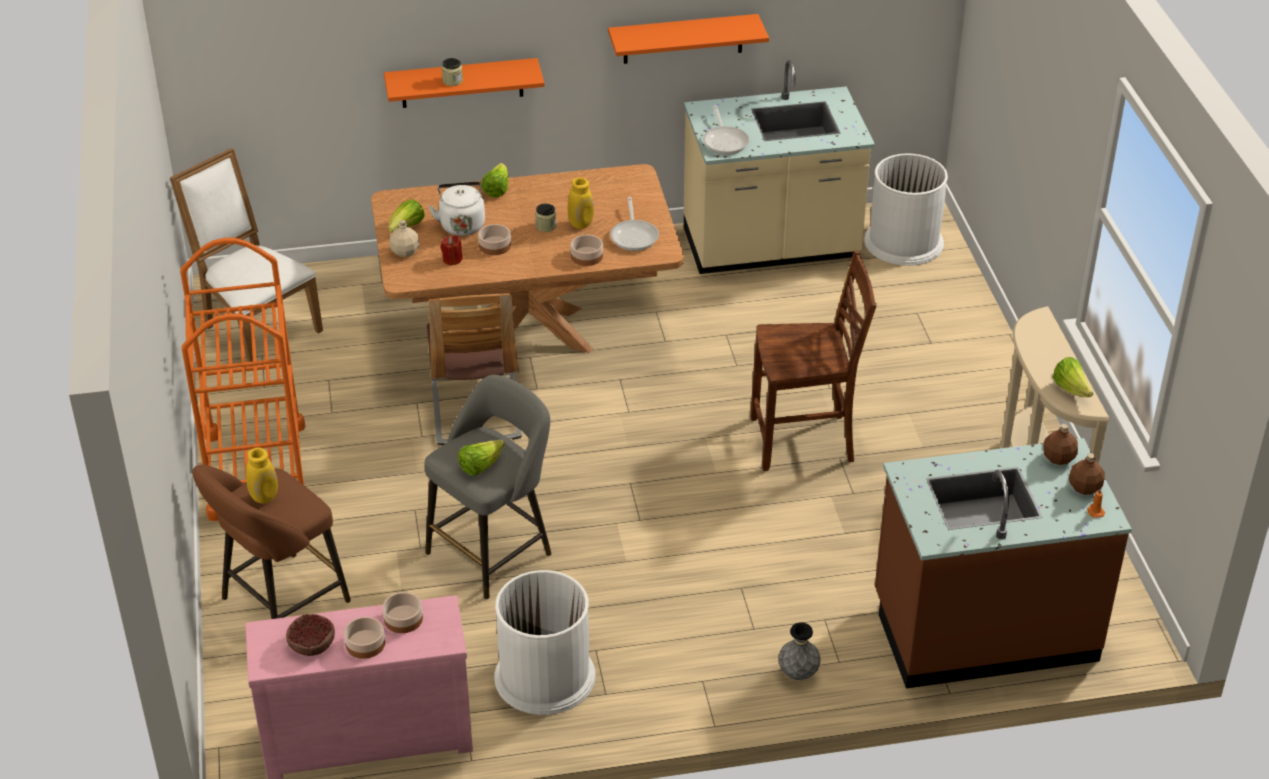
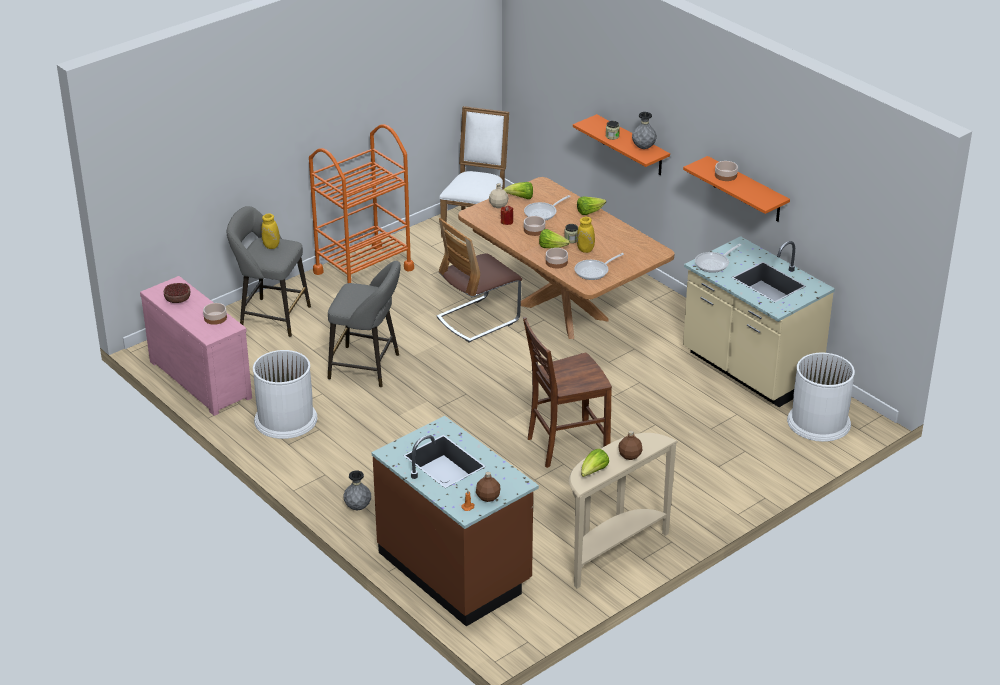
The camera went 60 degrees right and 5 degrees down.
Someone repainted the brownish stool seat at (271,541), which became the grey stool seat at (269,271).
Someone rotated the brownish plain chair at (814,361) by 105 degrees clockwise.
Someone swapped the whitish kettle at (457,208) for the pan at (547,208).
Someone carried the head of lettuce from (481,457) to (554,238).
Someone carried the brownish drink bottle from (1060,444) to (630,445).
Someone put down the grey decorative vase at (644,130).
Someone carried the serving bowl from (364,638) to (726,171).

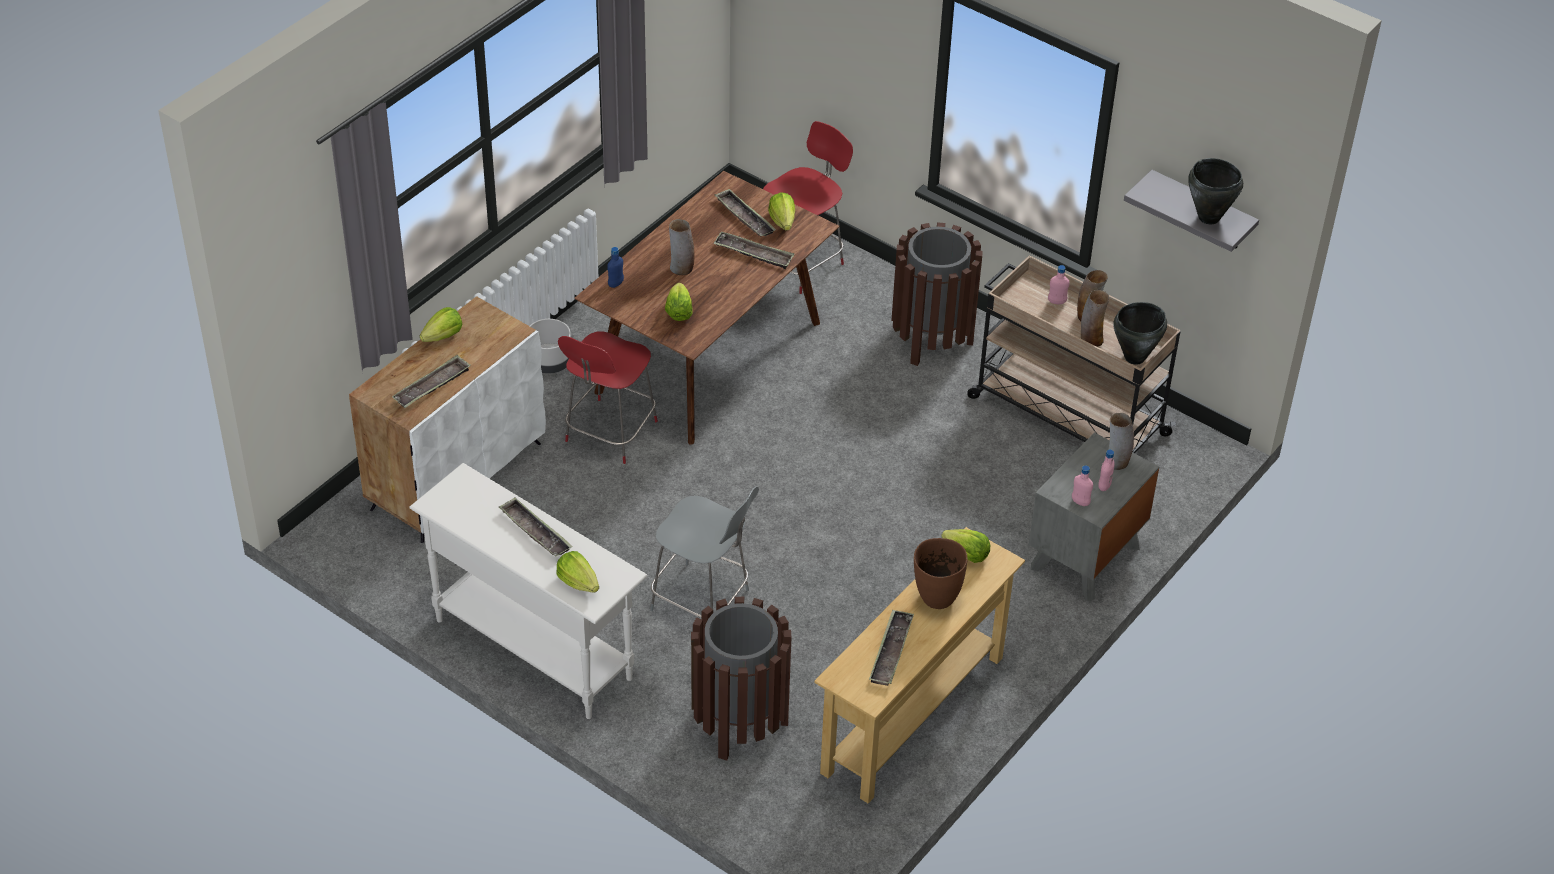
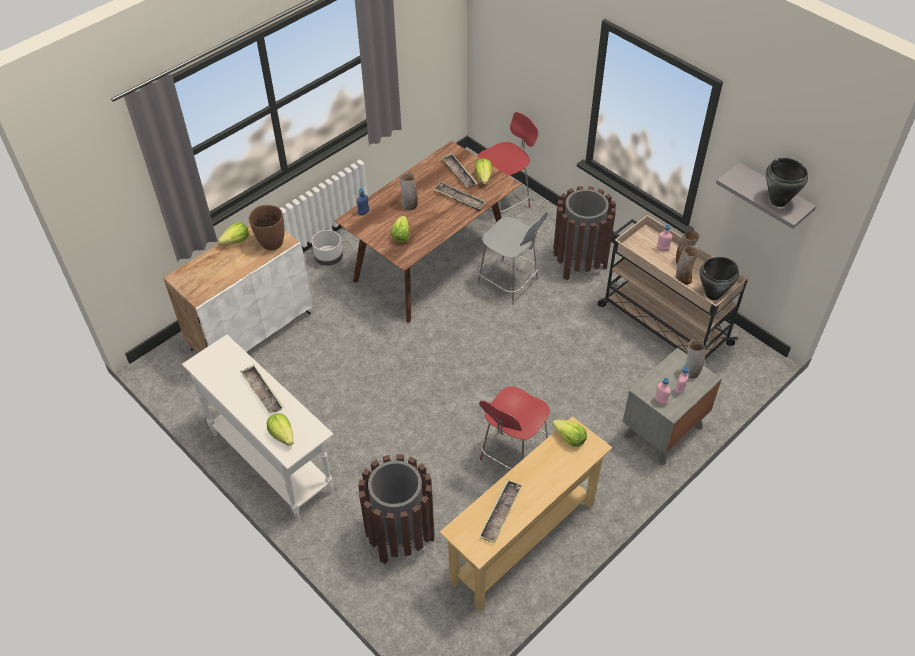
The camera went 10 degrees right and 5 degrees up.
Someone carried the brownish decorative vase from (941,573) to (266,227).
Someone carried the grey plain chair from (704,552) to (512,258).
Someone carried the reddish plain chair from (608,398) to (514,428).
Someone took away the serving tray at (431,381).

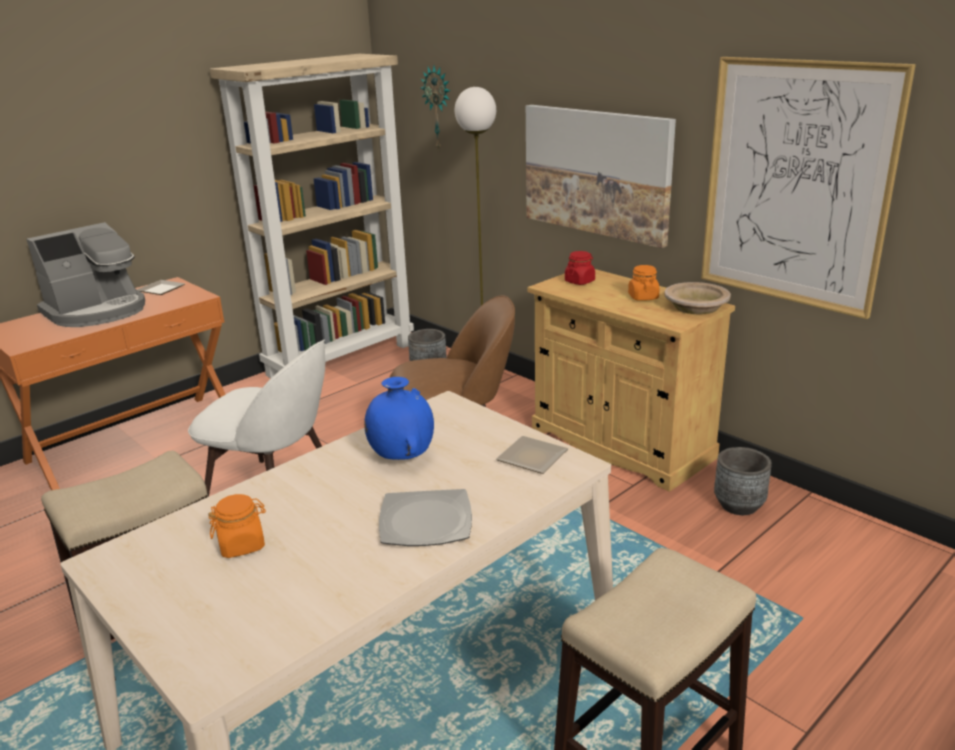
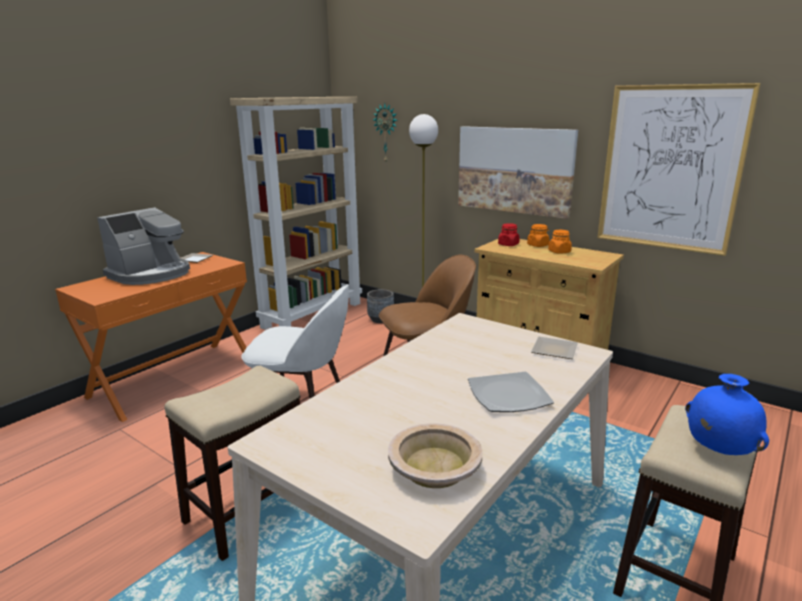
The camera went 10 degrees left and 5 degrees down.
Someone carried the beige-coloured serving bowl from (697,298) to (435,455).
Someone carried the orangey jar from (237,526) to (538,235).
Someone carried the blue decorative vase from (399,418) to (727,414).
Someone took away the grey plant pot at (743,481).

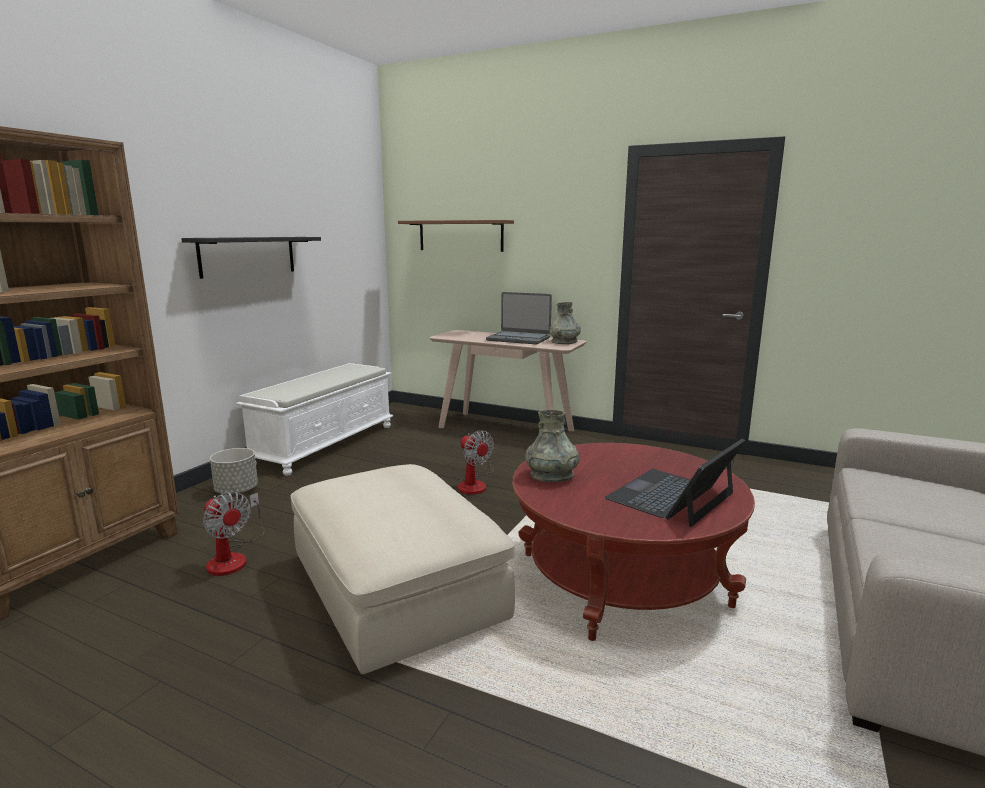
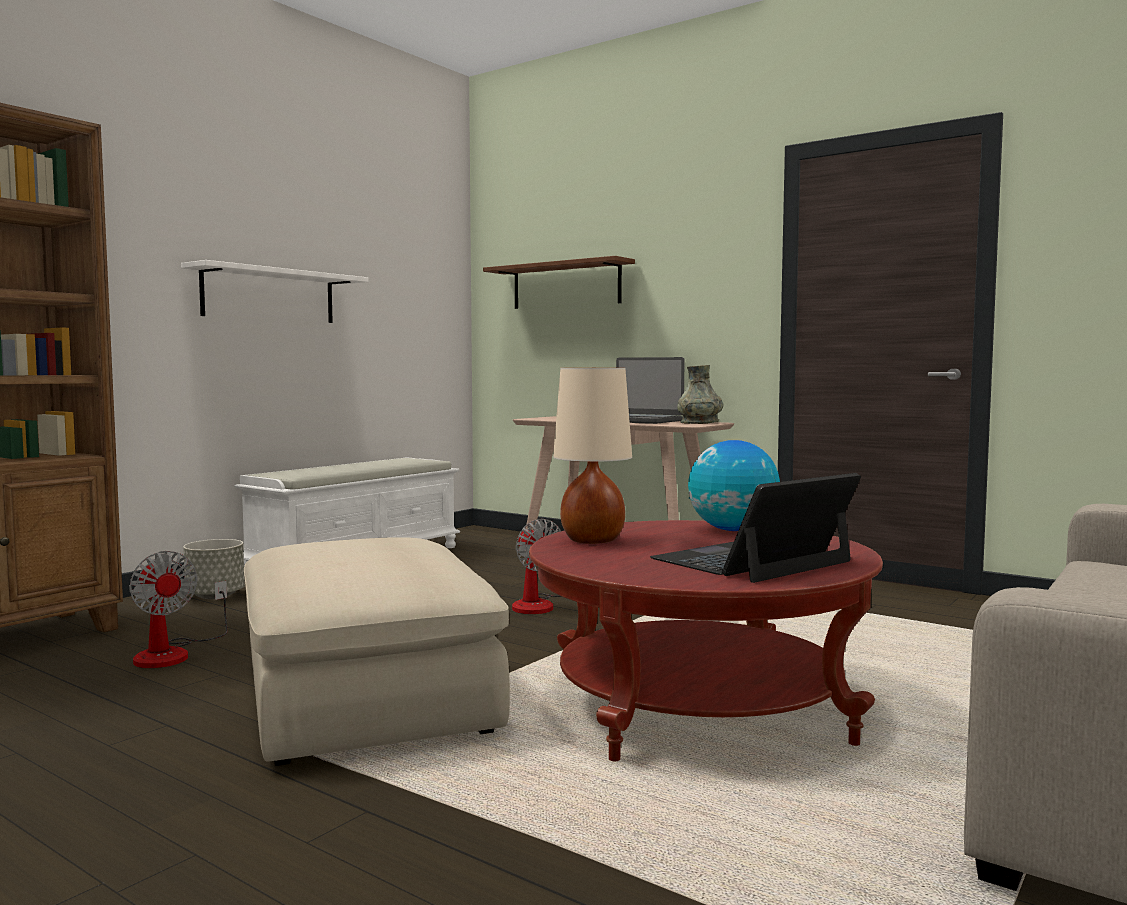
The camera went 10 degrees right and 10 degrees down.
Someone repainted the blackish wall shelf at (251,258), which became the whitish wall shelf at (274,291).
Someone swapped the grey decorative vase at (552,446) for the beige-coloured lamp for a table at (592,456).
Someone put down the desk globe at (734,485).

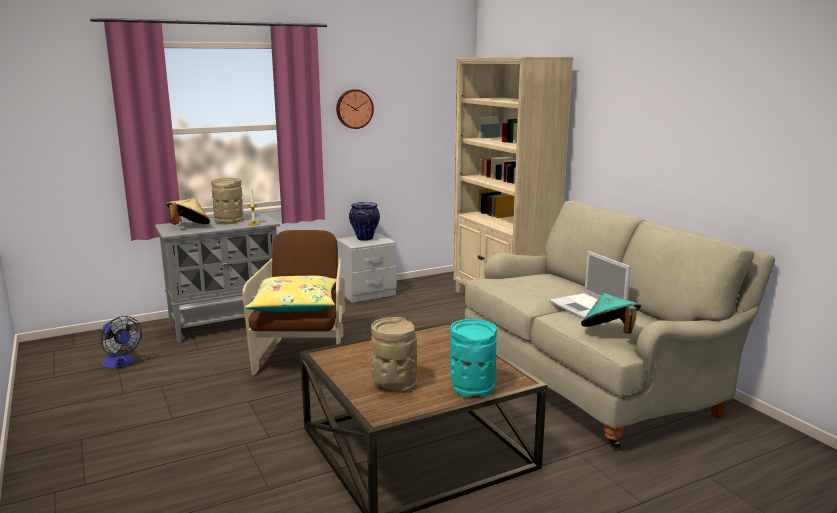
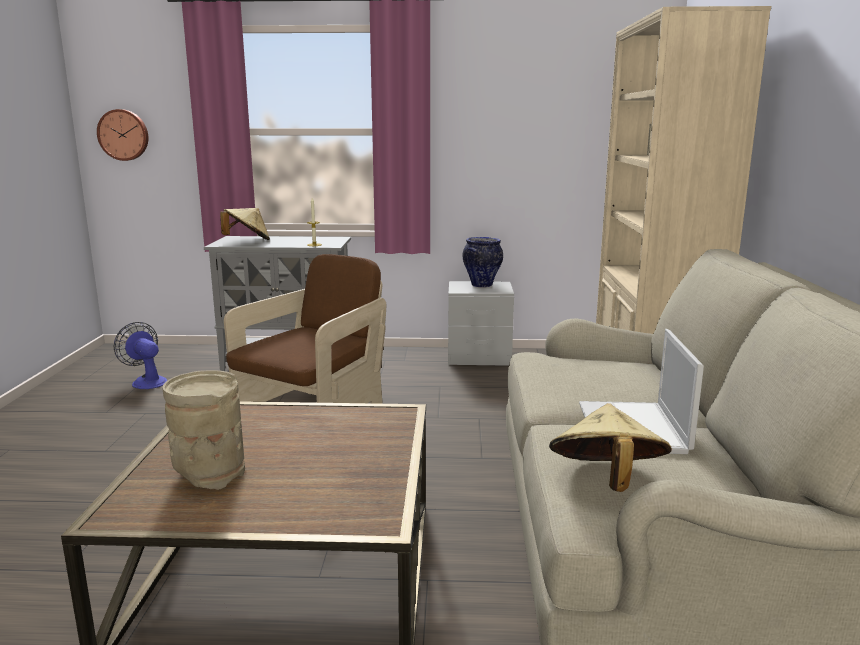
The camera went 30 degrees right and 0 degrees up.
Someone carried the hanging clock from (355,109) to (122,135).
Someone rotated the electric fan at (121,342) by 150 degrees clockwise.
Someone repainted the turquoise-coloured hat at (611,313), which became the beige-coloured hat at (610,447).
Someone took away the beige-coloured decorative vase at (227,201).
Someone took away the yellow pillow at (290,294).
Someone took away the turquoise-coloured decorative vase at (473,358).

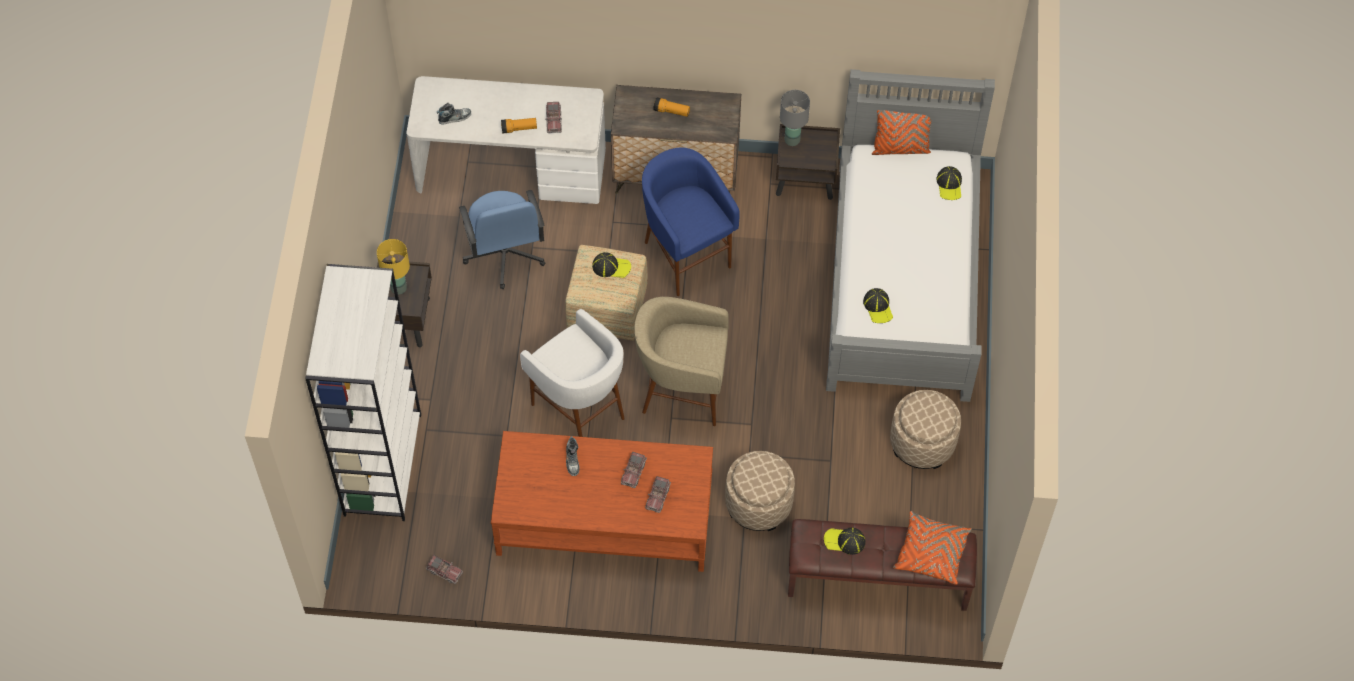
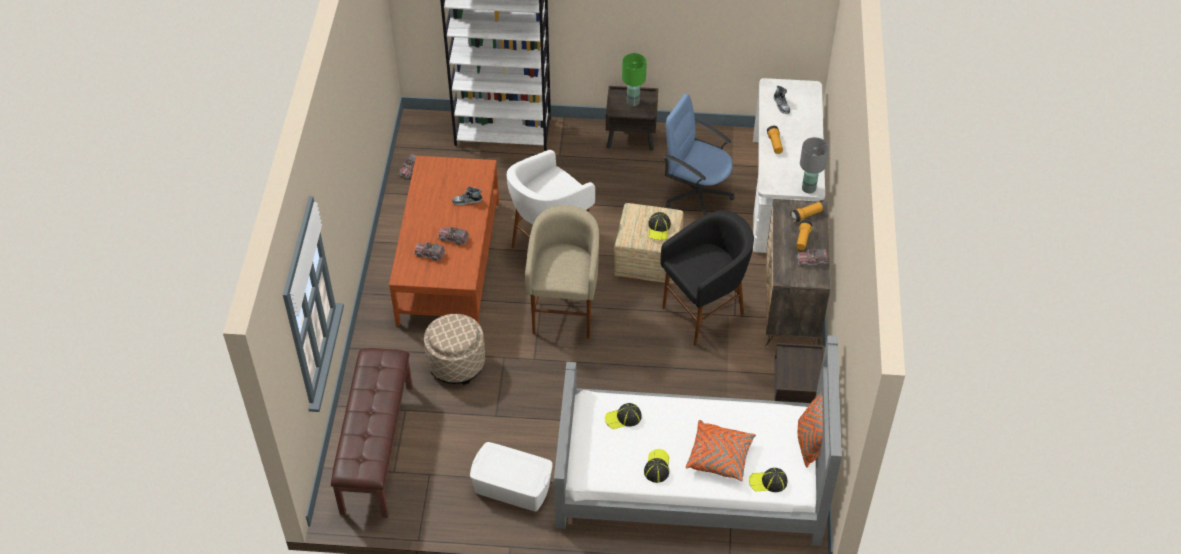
The camera went 90 degrees right and 10 degrees down.
Someone swapped the beige-coloured footrest at (925,429) for the whitish storage container at (511,476).
Someone repainted the yellow lamp for a table at (393,267), which became the greenish lamp for a table at (634,79).
Someone carried the cap from (844,541) to (657,466).
Someone repainted the blue stool seat at (691,222), which became the blackish stool seat at (707,277).
Someone rotated the blue computer chair at (502,239) by 45 degrees clockwise.
Someone carried the orangey pillow from (932,548) to (721,450).
Someone put down the flashlight at (806,212).
Someone carried the toy truck from (554,117) to (813,258).
Someone carried the grey lamp for a table from (795,118) to (814,165).

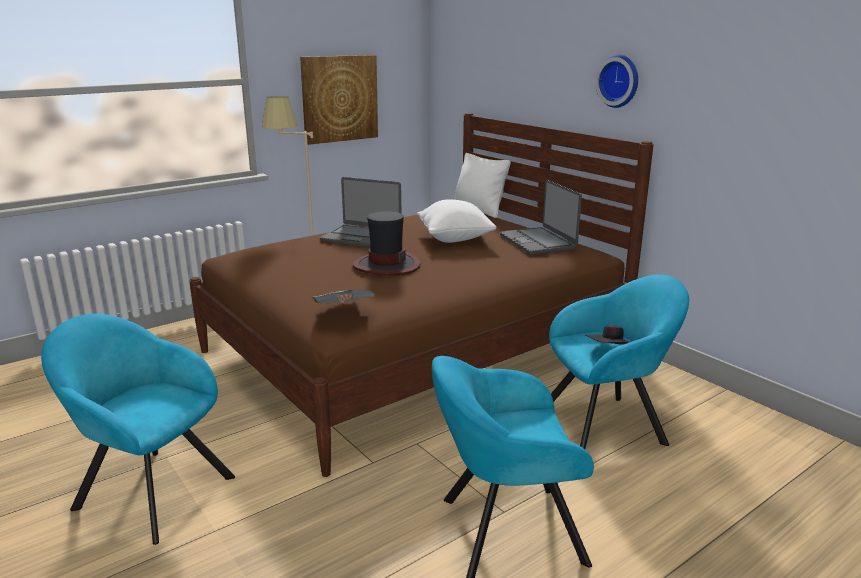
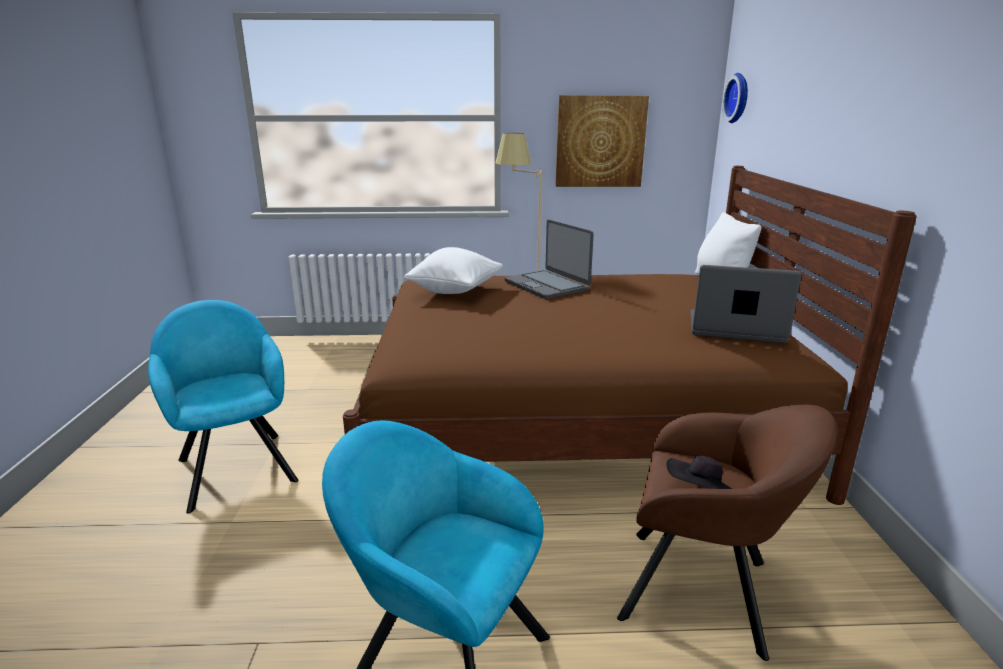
The camera went 35 degrees right and 0 degrees up.
Someone carried the whitish pillow from (457,221) to (453,270).
Someone repainted the turquoise-coloured easy chair at (619,361), which became the brownish easy chair at (727,533).
Someone rotated the portable computer at (541,217) by 90 degrees clockwise.
Someone carried the hanging clock from (616,81) to (735,98).
Someone took away the printed paper at (343,296).
Someone took away the hat at (386,243).

